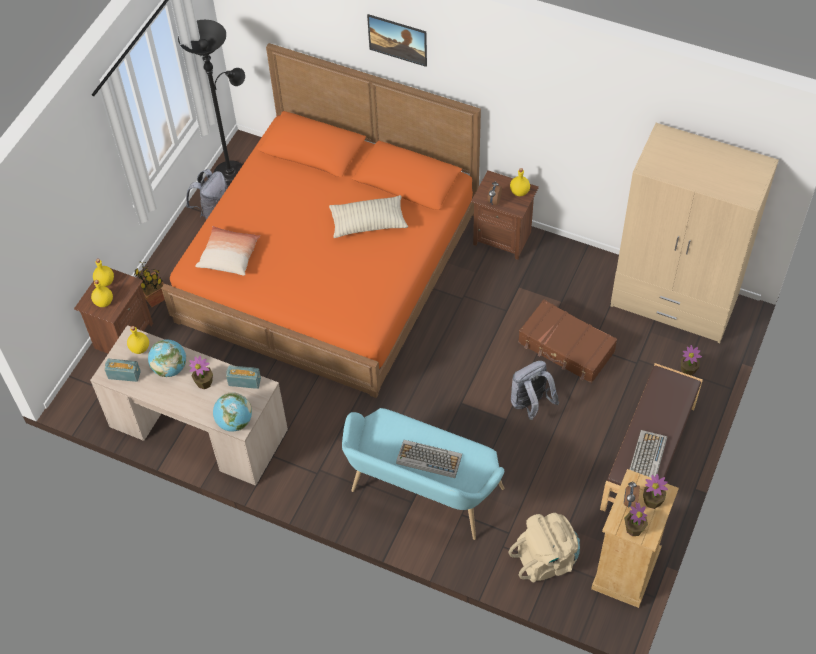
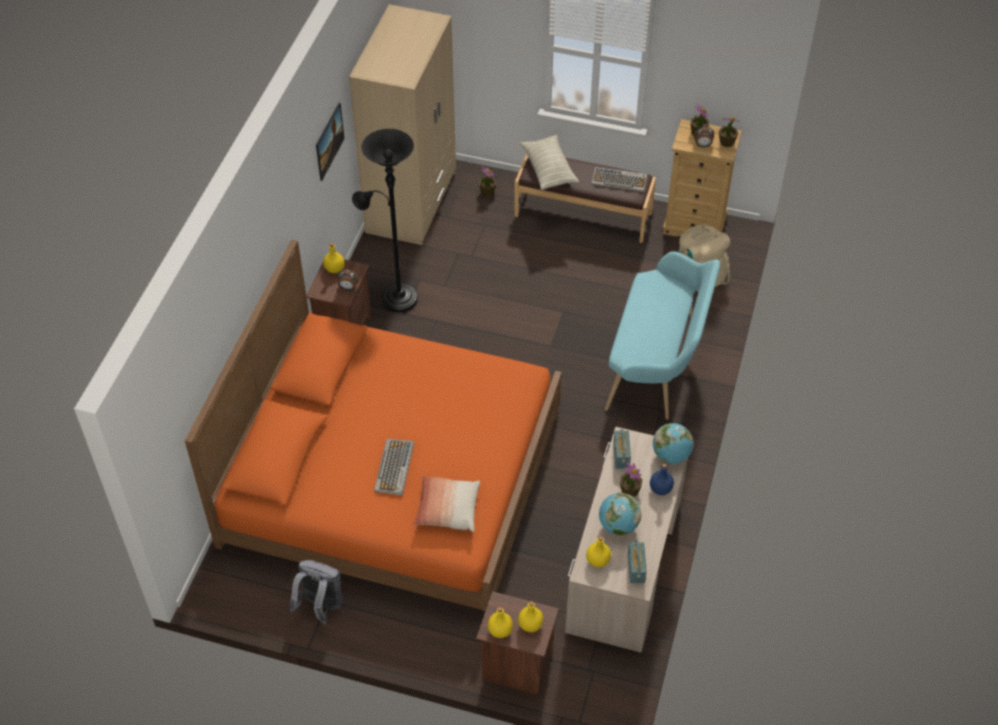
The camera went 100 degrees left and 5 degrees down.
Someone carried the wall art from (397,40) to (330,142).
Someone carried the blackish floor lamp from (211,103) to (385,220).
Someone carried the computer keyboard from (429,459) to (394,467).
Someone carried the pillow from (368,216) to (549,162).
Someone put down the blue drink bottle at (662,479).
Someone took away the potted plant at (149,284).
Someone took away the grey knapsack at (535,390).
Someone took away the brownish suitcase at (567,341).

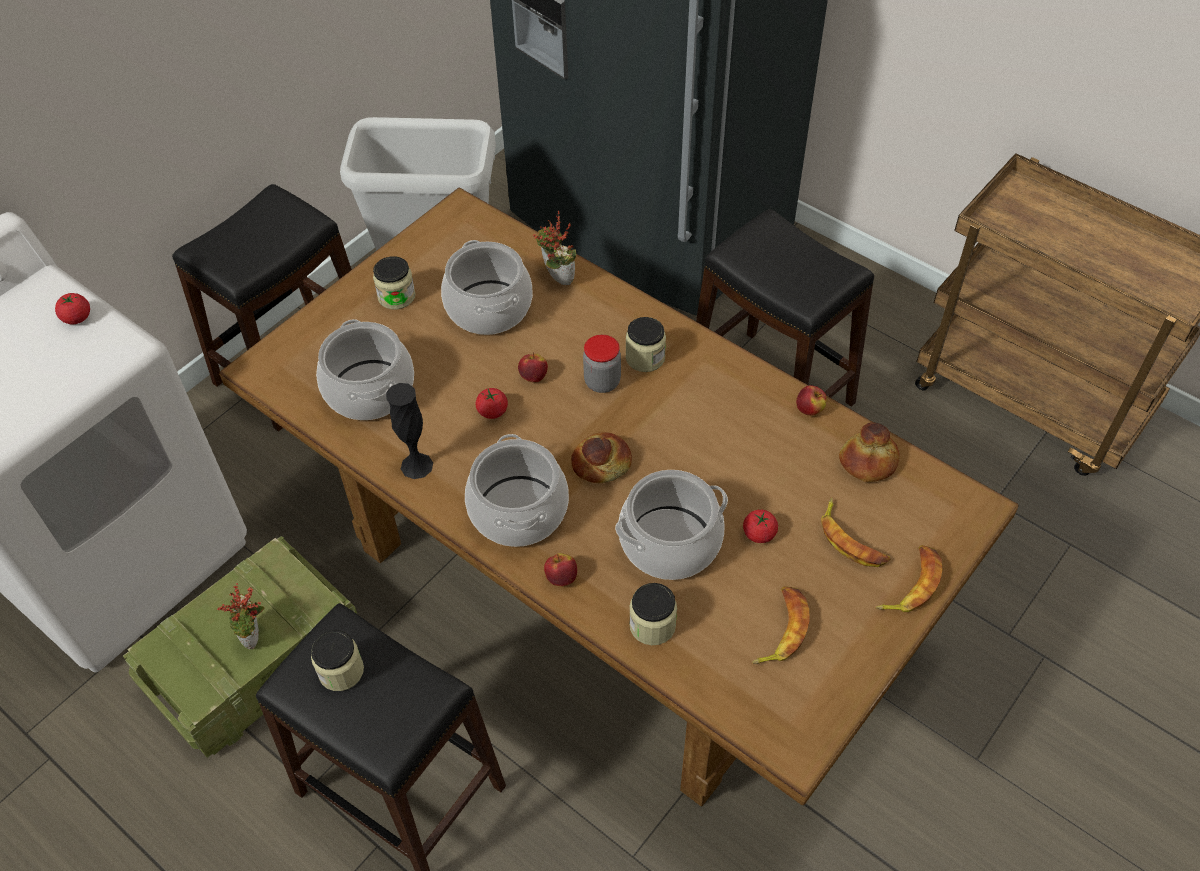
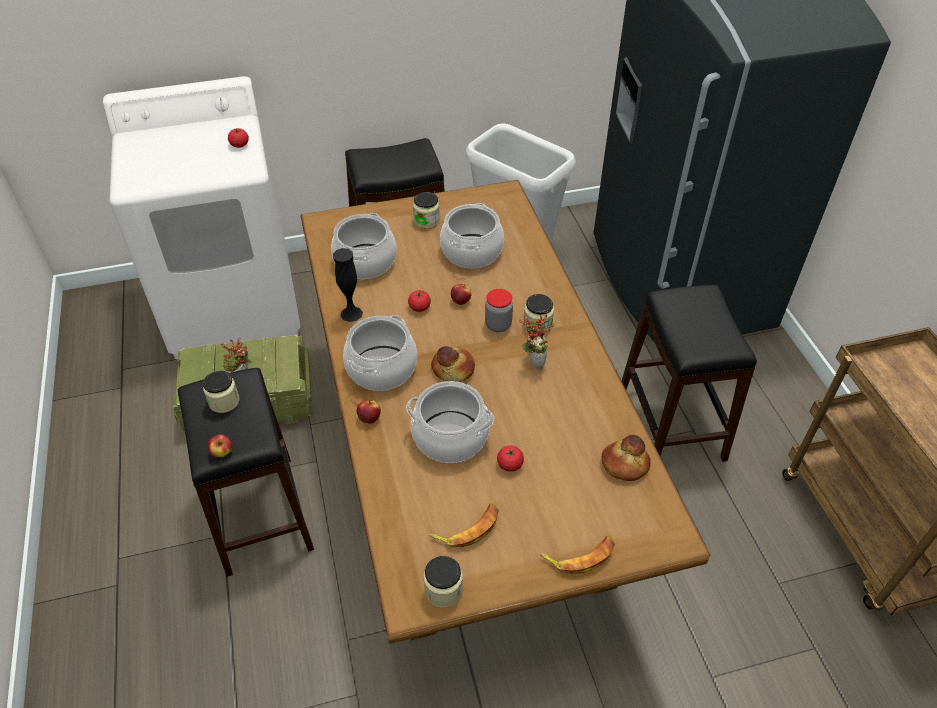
The camera went 35 degrees right and 5 degrees down.
Someone carried the apple fruit from (811,400) to (219,445).
Someone carried the jar from (653,614) to (443,582).
Someone carried the potted plant from (554,248) to (536,340).
Someone took away the banana at (856,532).

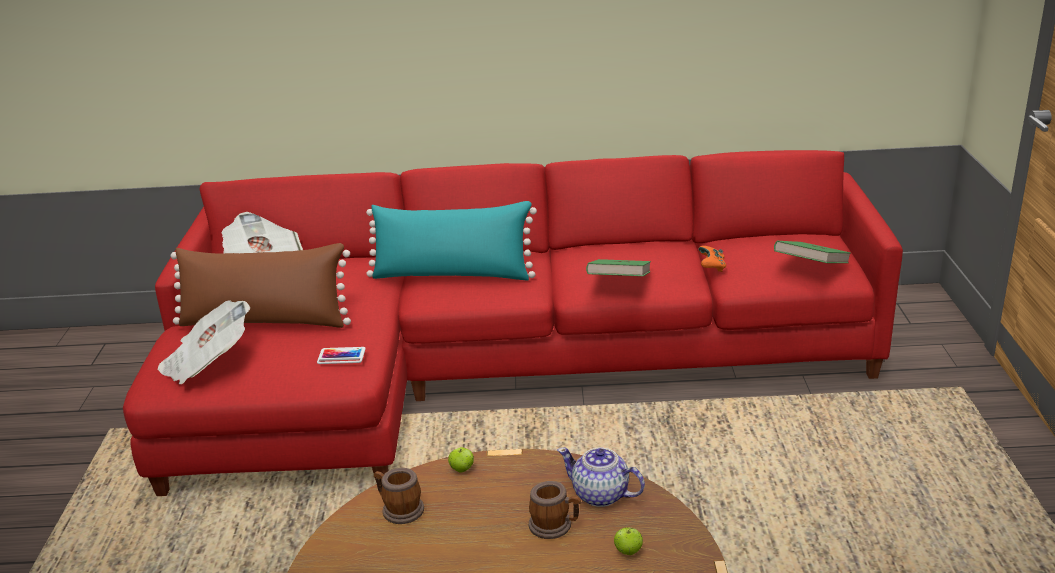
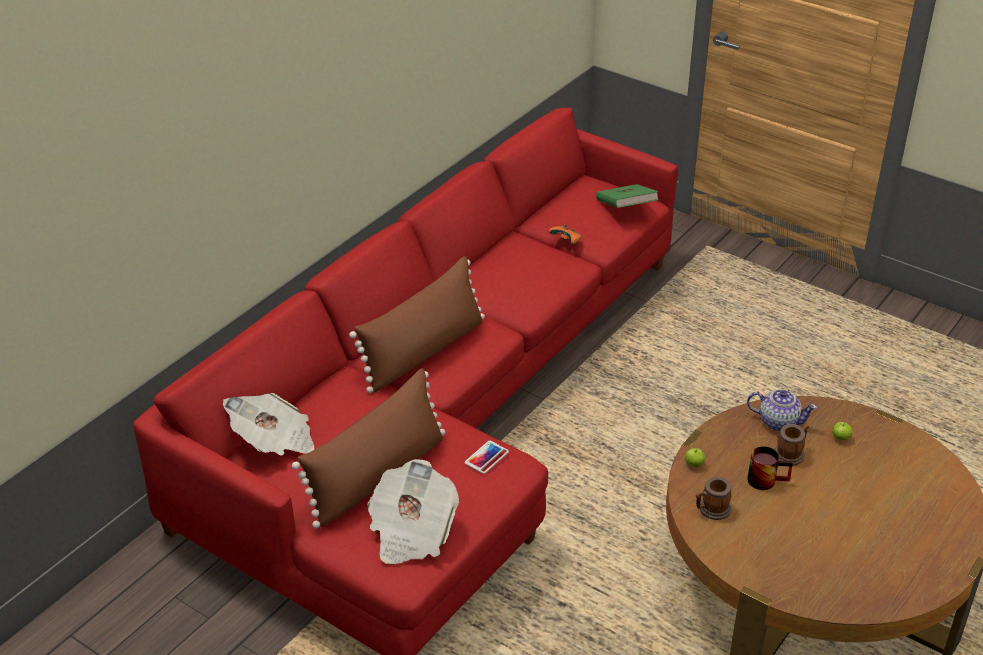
The camera went 55 degrees left and 10 degrees up.
Someone repainted the turquoise-coloured pillow at (451,240), which became the brownish pillow at (417,324).
Someone rotated the pot for tea at (601,477) by 135 degrees counterclockwise.
Someone put down the tea mug at (770,468).
Someone took away the greenish volume at (618,267).

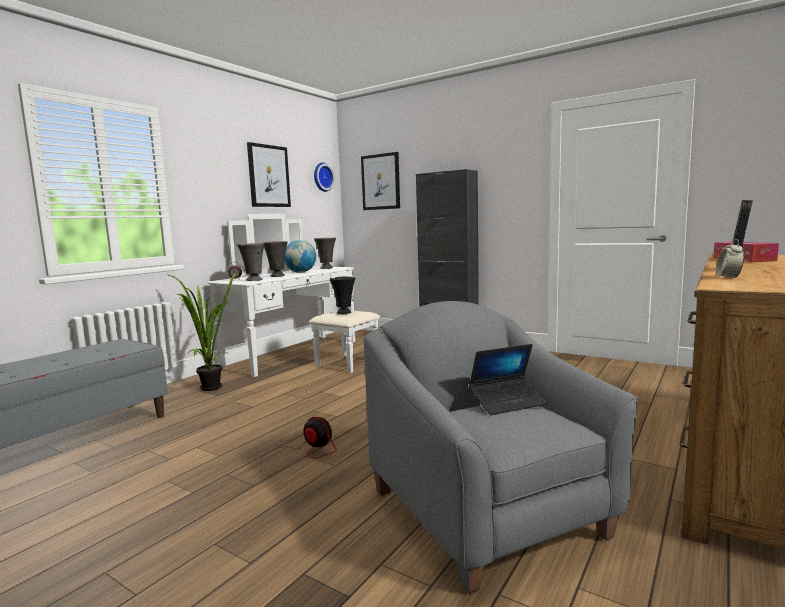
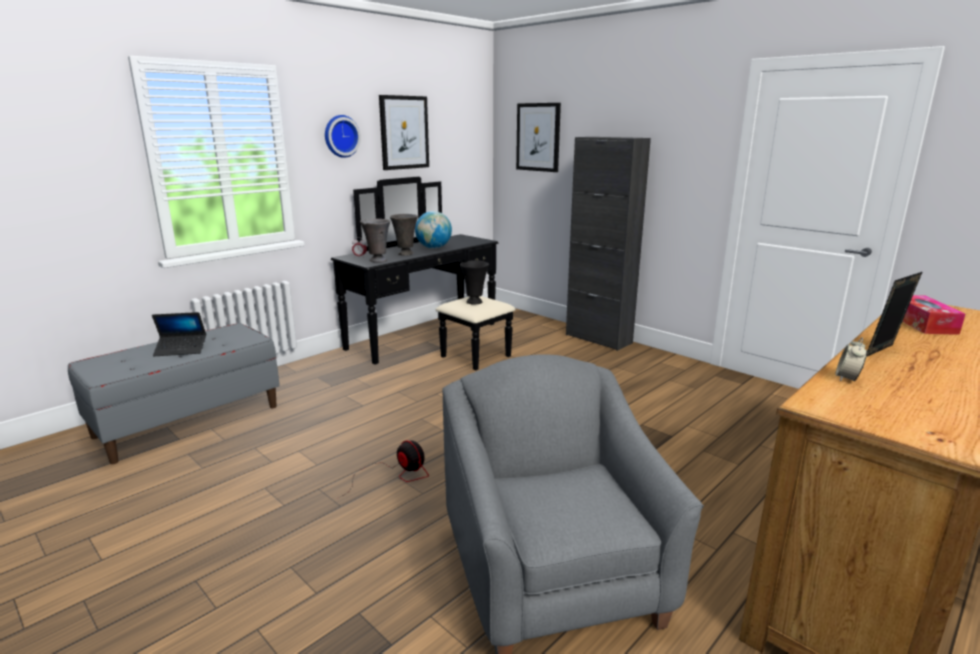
The camera went 10 degrees right and 10 degrees up.
Someone carried the portable computer from (508,379) to (179,334).
Someone carried the hanging clock from (324,177) to (343,136).
Someone repainted the whitish chest of drawers at (294,295), which became the blackish chest of drawers at (423,273).
Someone took away the potted plant at (201,331).
Someone took away the grey decorative vase at (325,253).

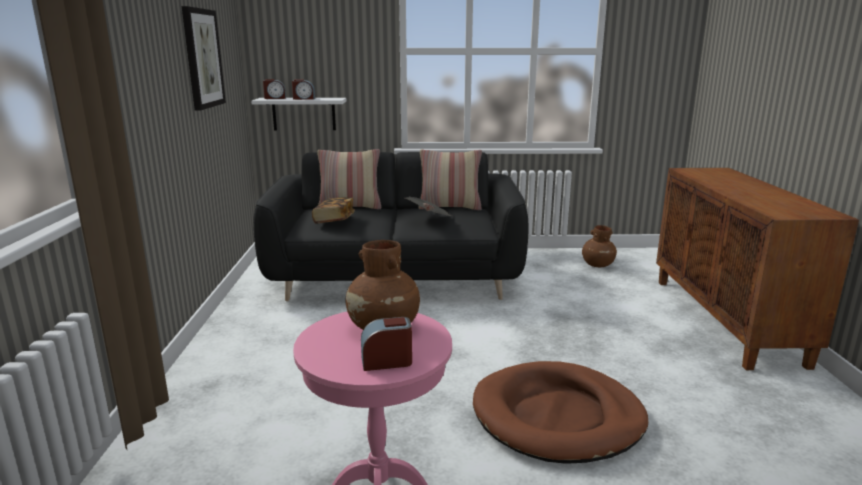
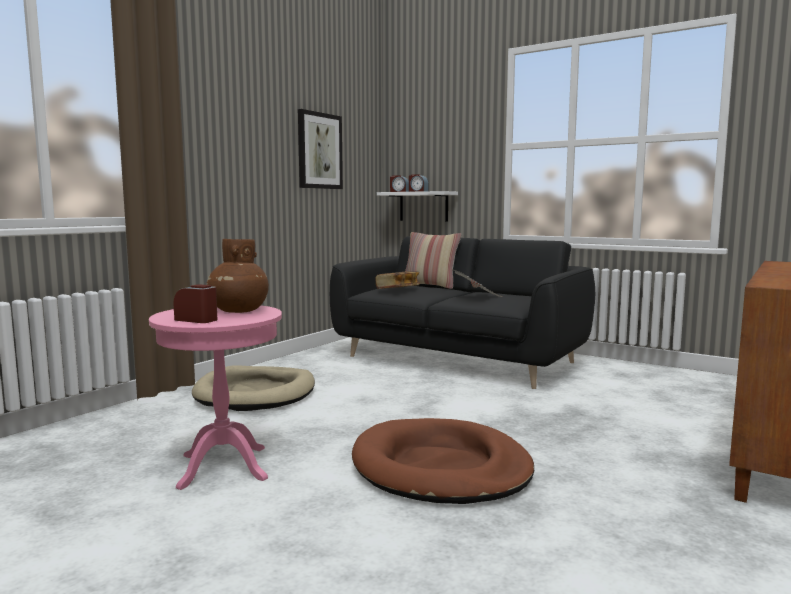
The camera went 35 degrees right and 10 degrees down.
Someone put down the beige-coloured pet bed at (253,388).
Someone took away the pillow at (450,179).
Someone took away the brownish decorative vase at (599,246).

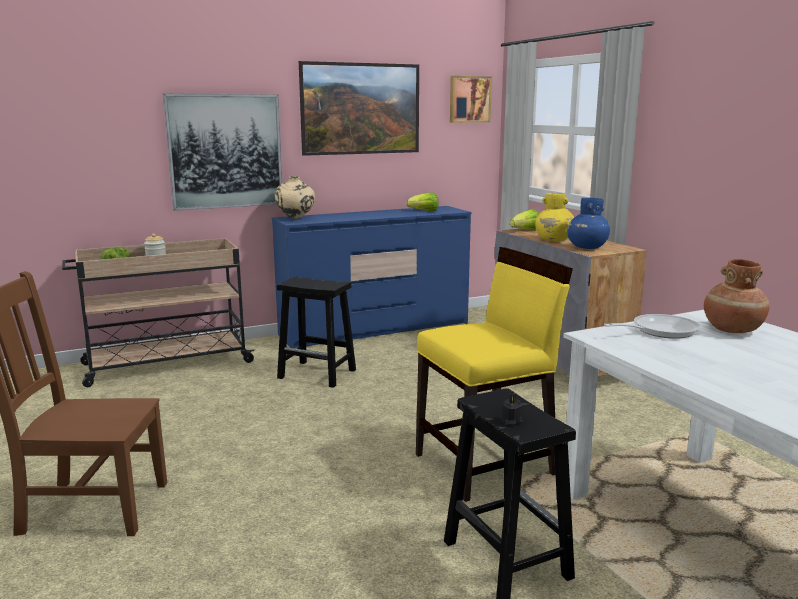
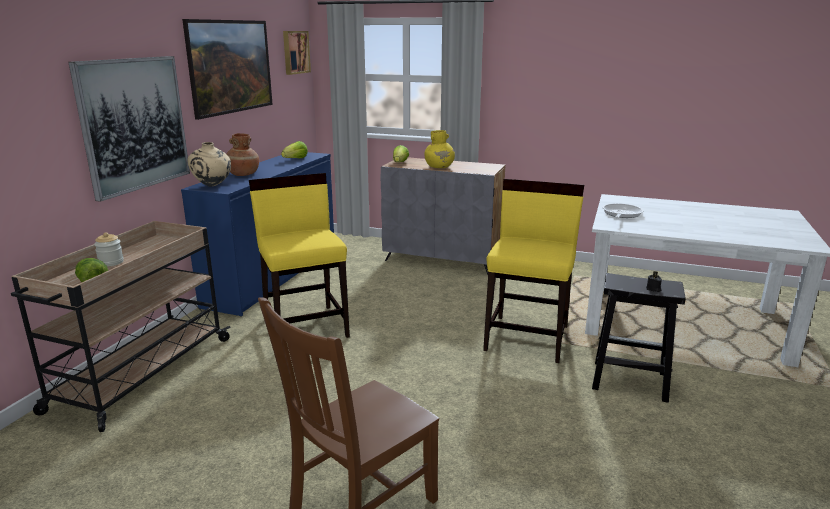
The camera went 45 degrees left and 5 degrees up.
Someone carried the brownish decorative vase from (737,296) to (243,154).
Someone swapped the blackish stool seat at (316,332) for the yellow plain chair at (299,255).
Someone took away the blue decorative vase at (588,223).

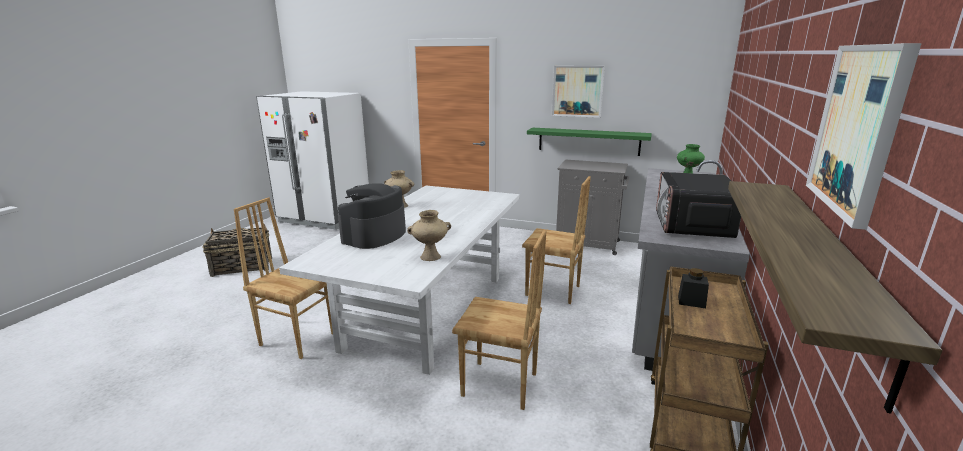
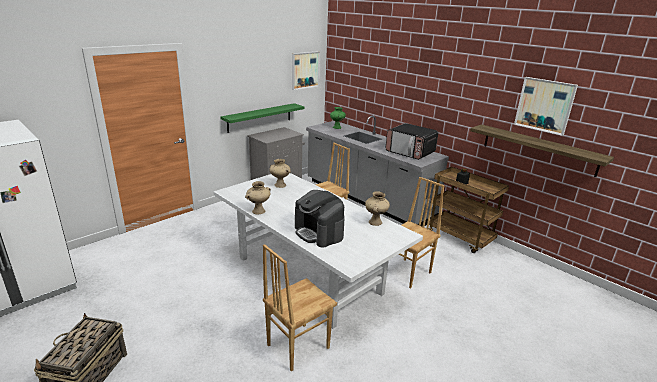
The camera went 65 degrees left and 5 degrees up.
Someone put down the beige-coloured decorative vase at (280,173).
Someone carried the wall art from (578,92) to (306,70).

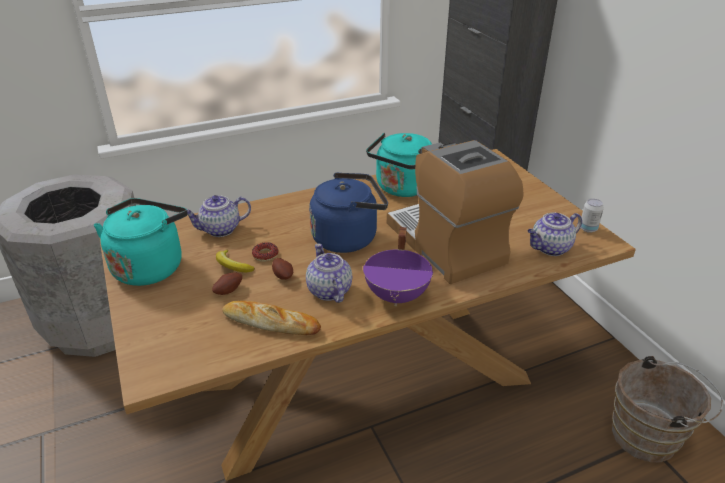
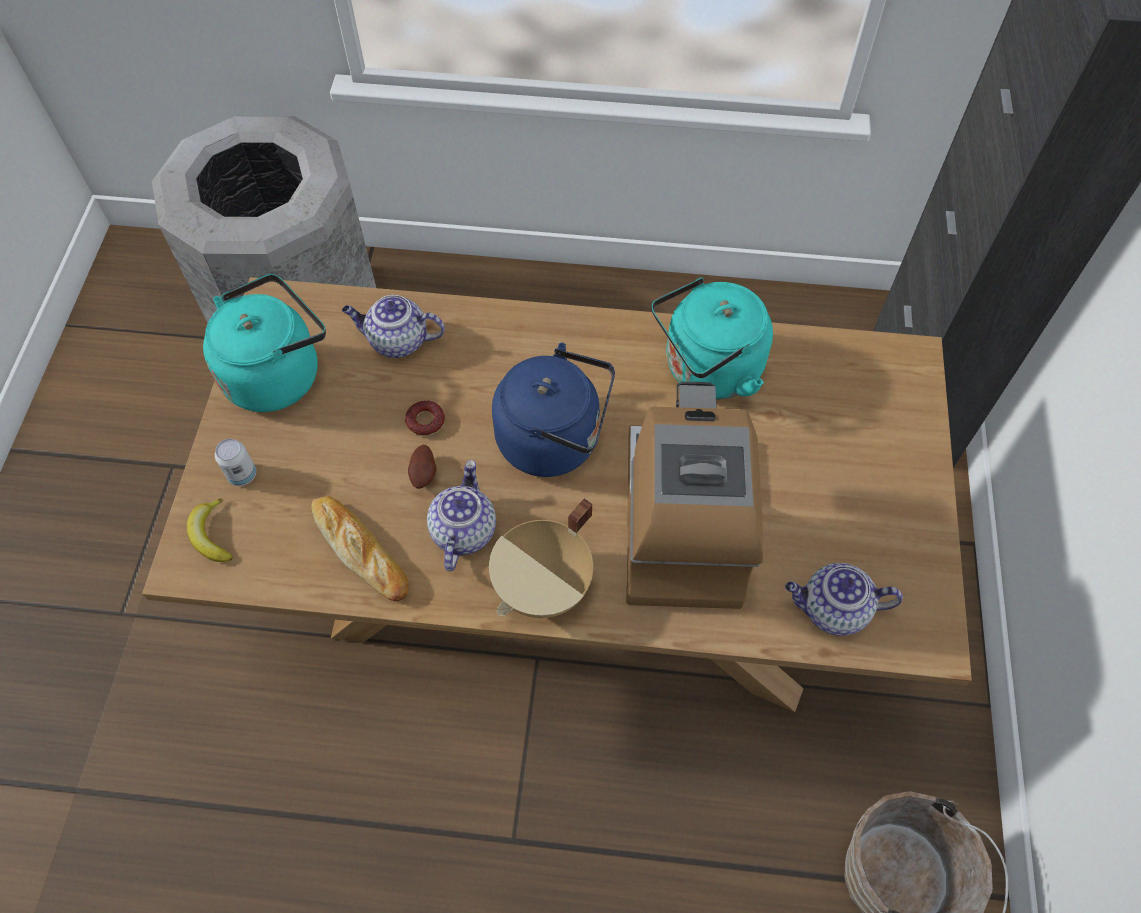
The camera went 30 degrees right and 25 degrees up.
Someone carried the banana from (235,261) to (210,530).
Someone carried the metal can from (592,216) to (235,462).
Someone repainted the purple saucepot at (398,266), which became the beige-coloured saucepot at (541,558).
Someone took away the spud at (227,283).

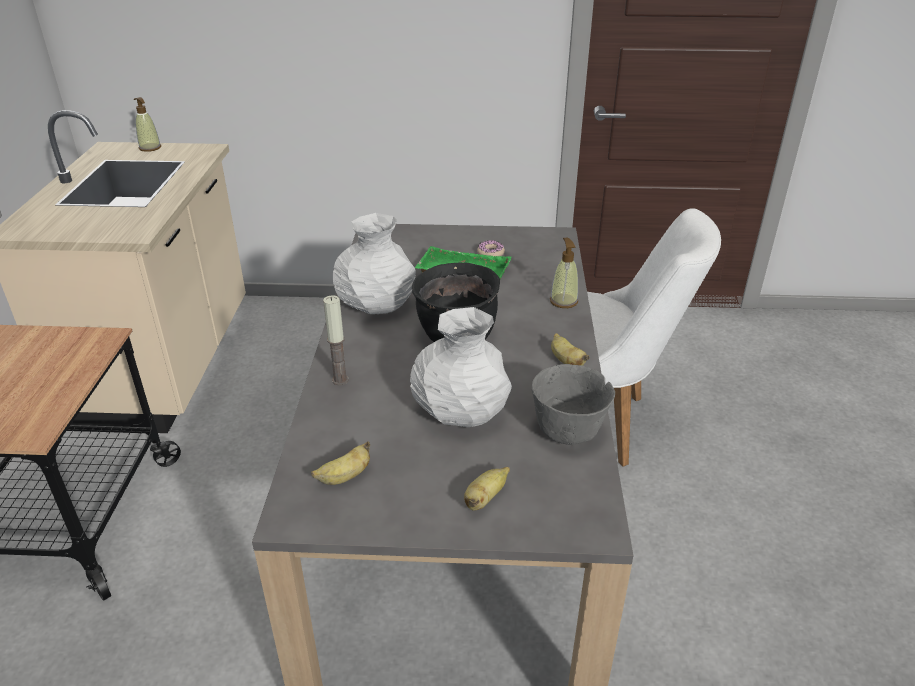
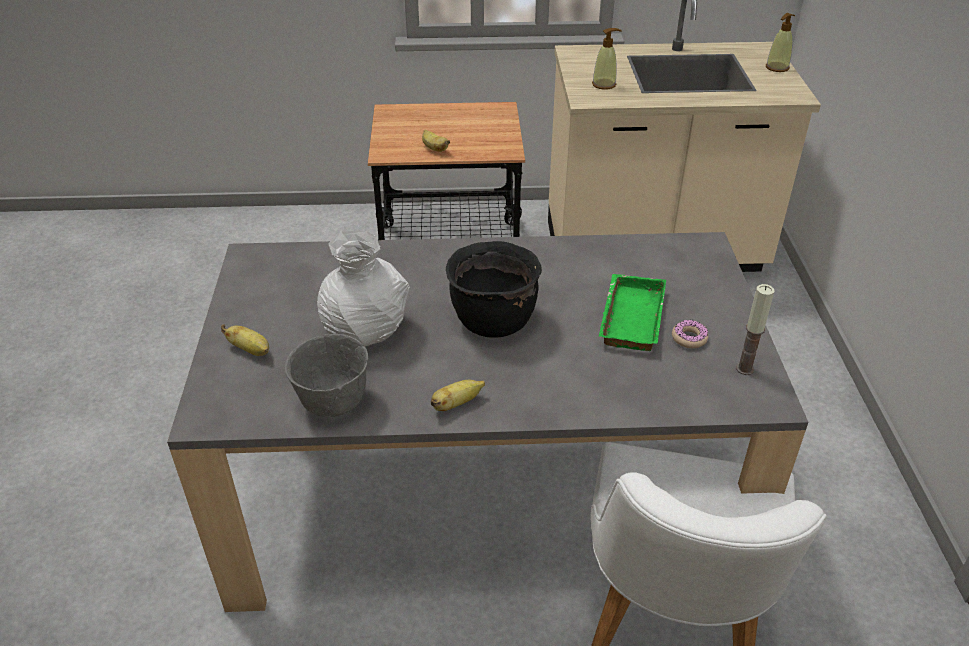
The camera went 85 degrees right and 5 degrees up.
Someone carried the banana from (340,463) to (436,140).
Someone carried the soap bottle from (564,273) to (607,58).
Someone carried the candle from (336,340) to (755,329).
Someone took away the whitish decorative vase at (374,263).

